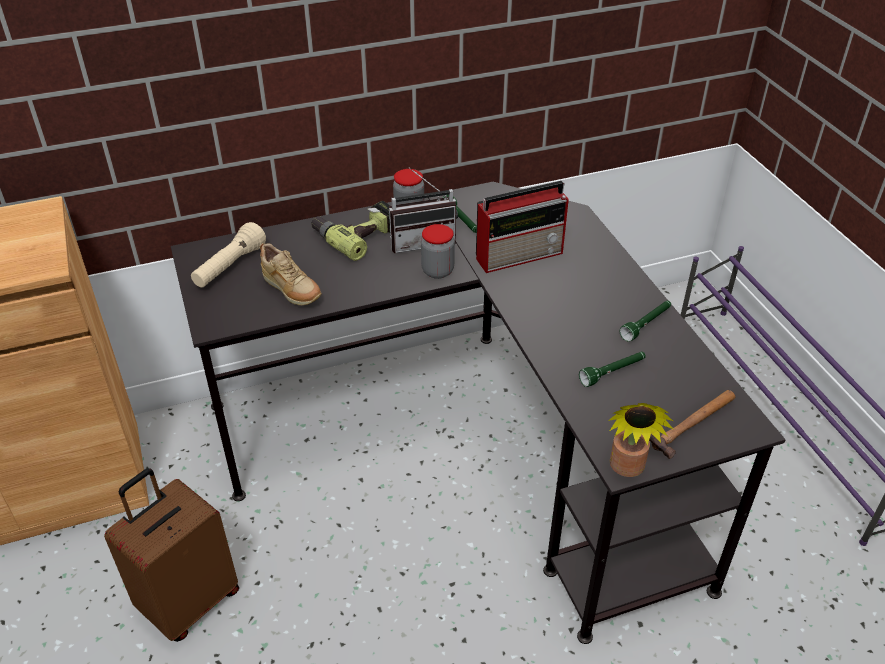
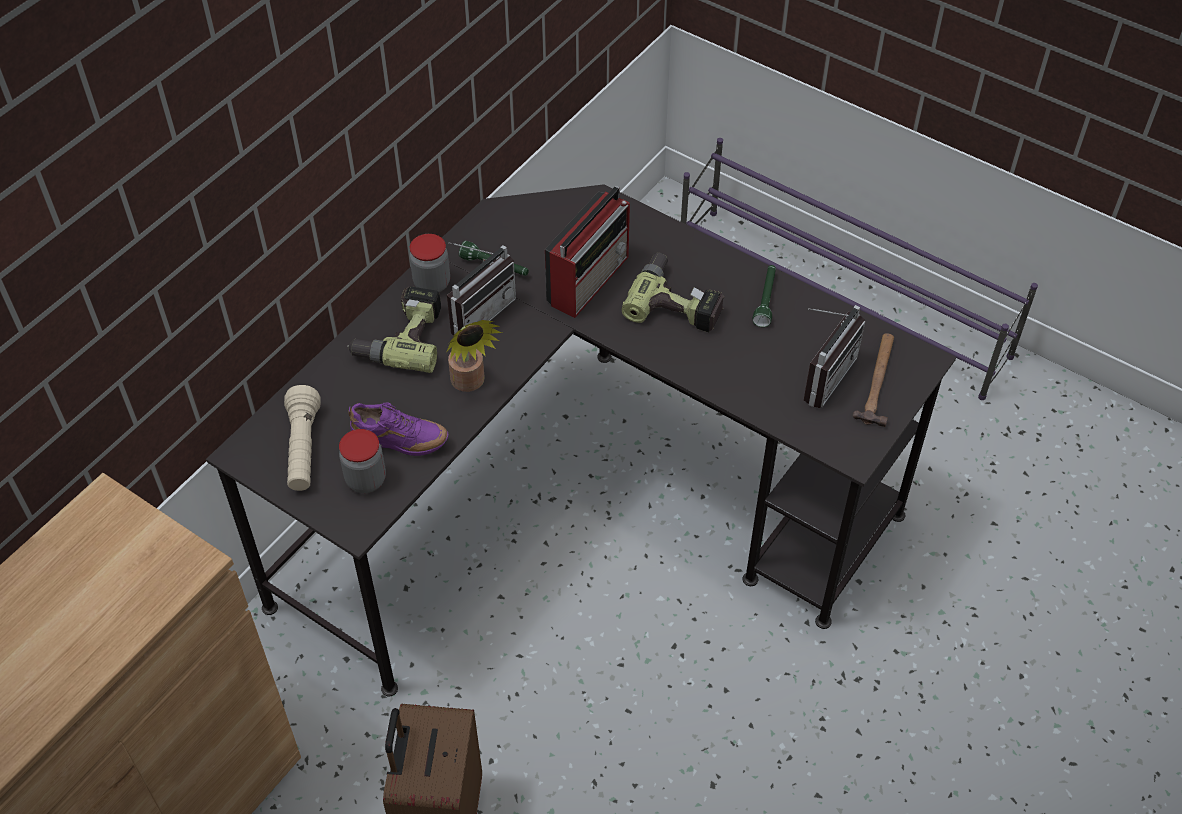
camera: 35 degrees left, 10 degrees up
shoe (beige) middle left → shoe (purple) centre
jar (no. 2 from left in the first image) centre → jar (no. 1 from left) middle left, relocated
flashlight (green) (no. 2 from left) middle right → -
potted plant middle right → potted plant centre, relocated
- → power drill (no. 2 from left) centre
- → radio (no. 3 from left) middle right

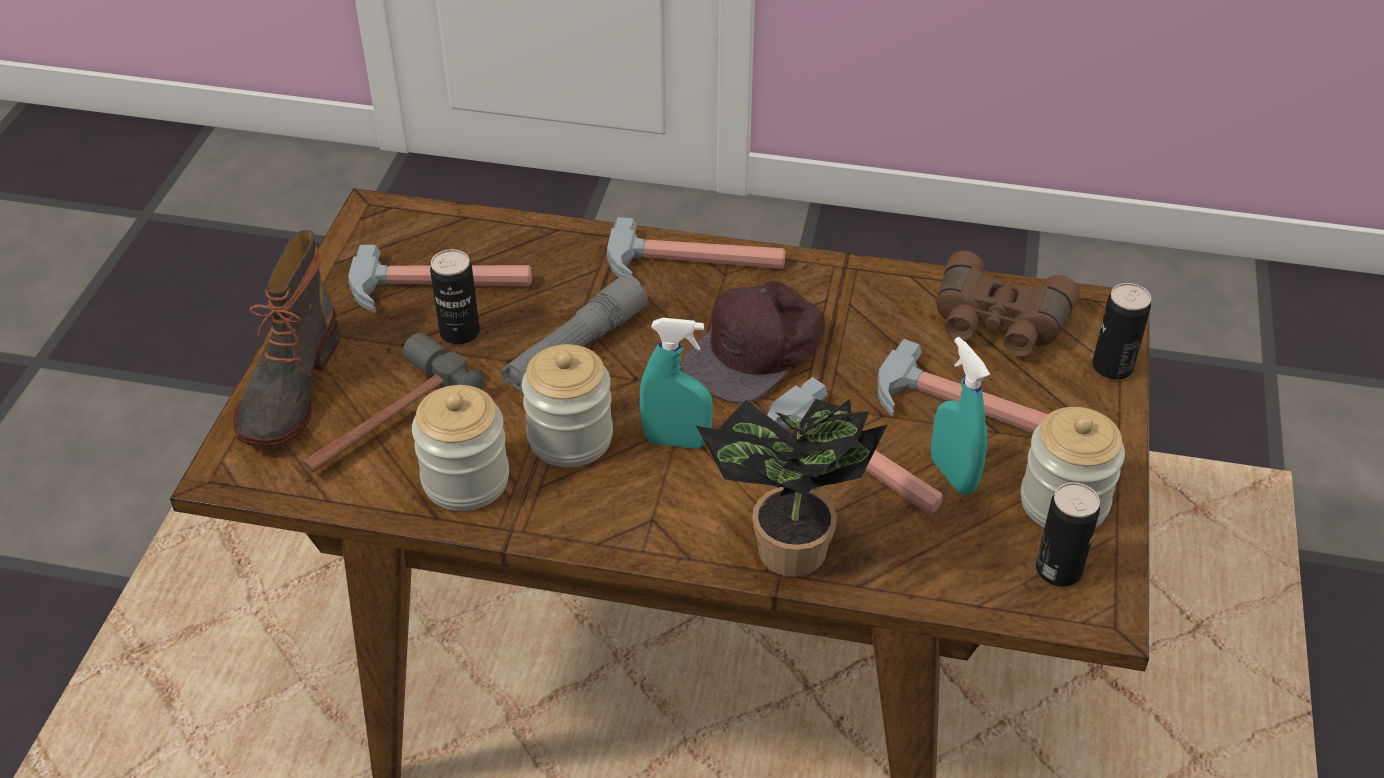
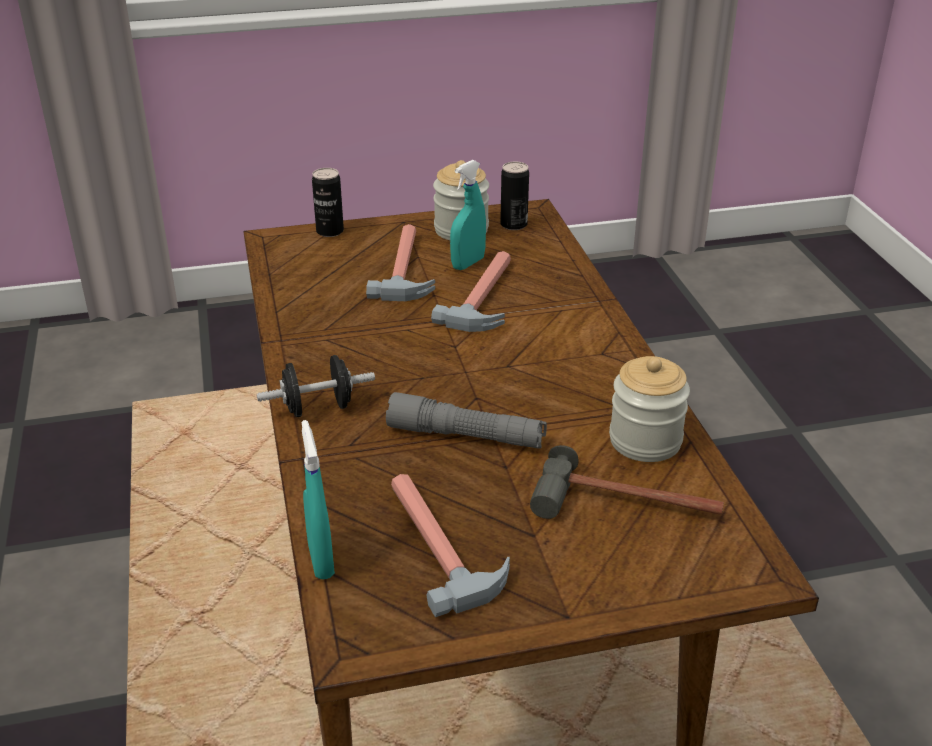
camera: 115 degrees left, 10 degrees down
boot middle left → -
can (no. 1 from left) middle left → -
jar (no. 2 from left) centre → -
hammer (no. 3 from left) top centre → dumbbell (black) centre
spray bottle (turquoise) (no. 1 from left) centre → spray bottle (turquoise) (no. 1 from left) bottom centre, relocated
cap (brown) centre → -
potted plant centre → -
binoculars (brown) middle right → -

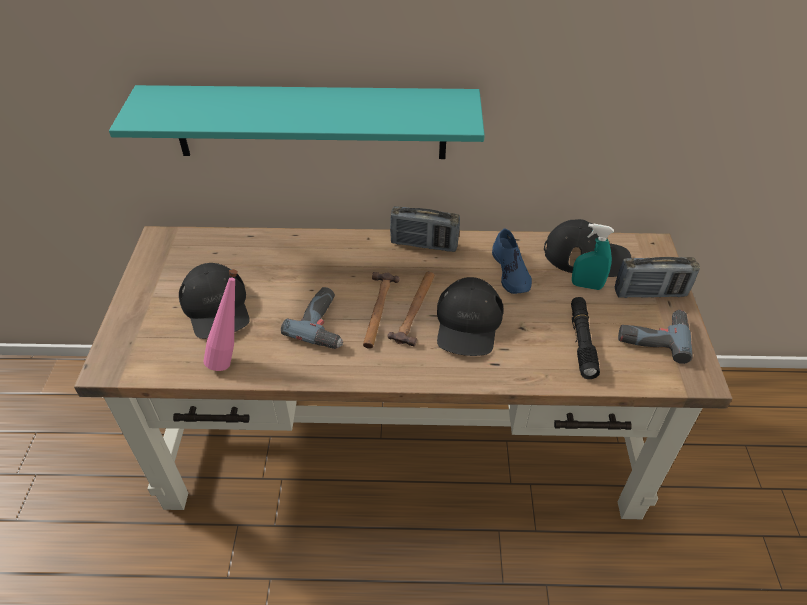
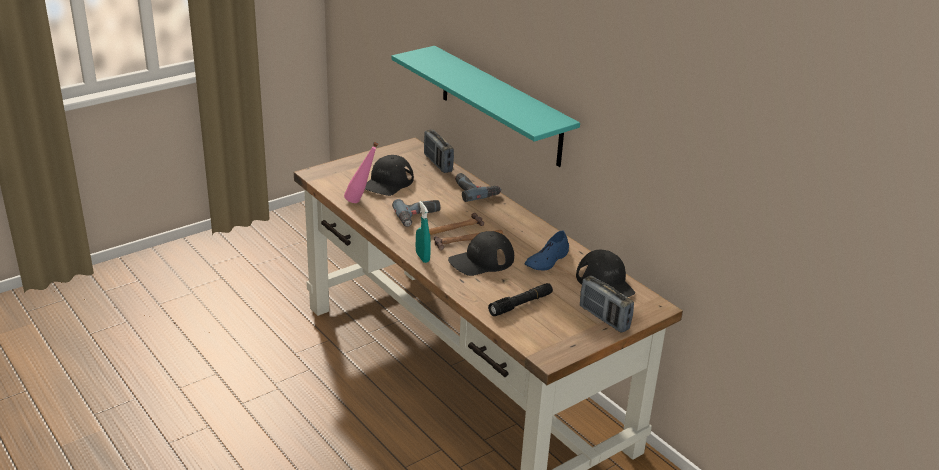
camera: 50 degrees right, 15 degrees down
radio (no. 1 from left) centre → radio (no. 1 from left) top centre, relocated
spray bottle (turquoise) middle right → spray bottle (turquoise) centre, relocated
power drill (no. 2 from left) middle right → power drill (no. 2 from left) centre, relocated

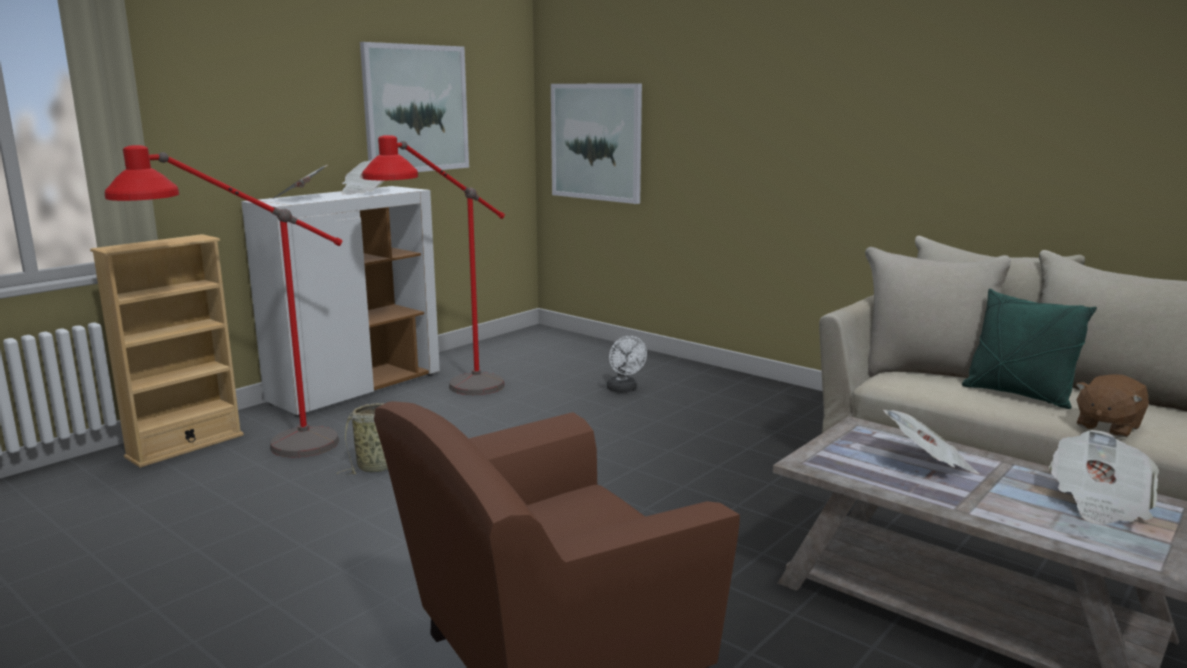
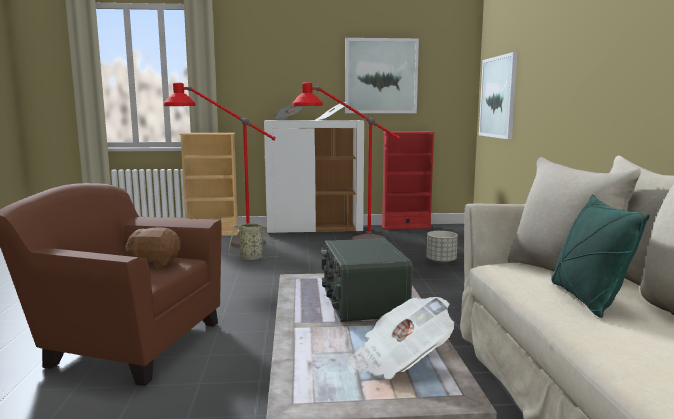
camera: 45 degrees right, 5 degrees down
fan (white) centre → planter (grey) centre
newspaper (no. 3 from left) middle right → radio bottom centre
plush toy (brown) middle right → plush toy (brown) middle left, relocated
- → bookcase (red) centre

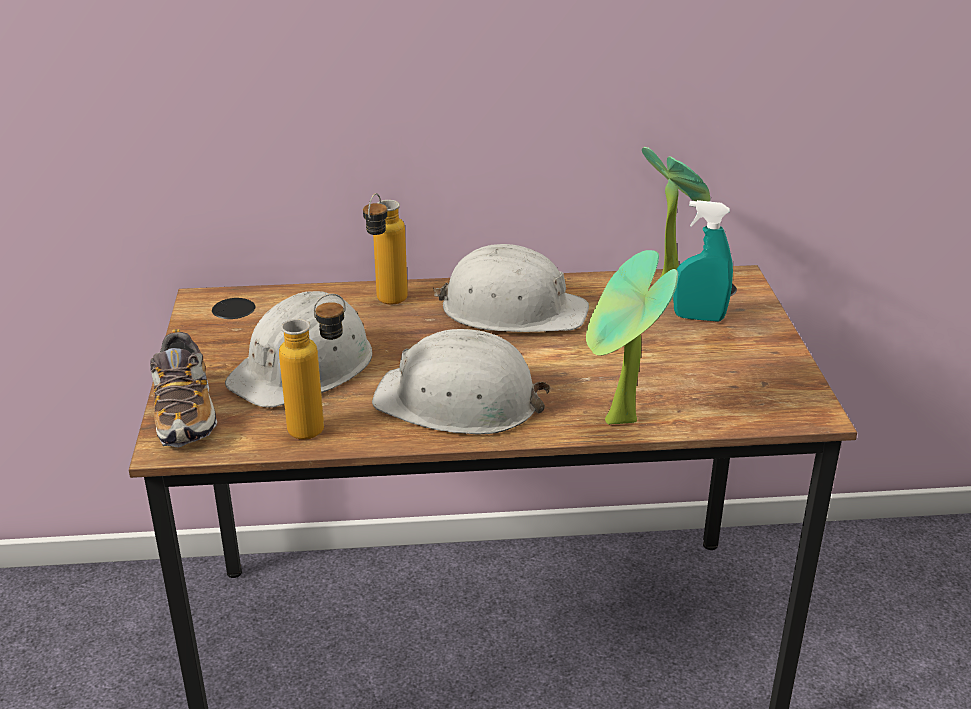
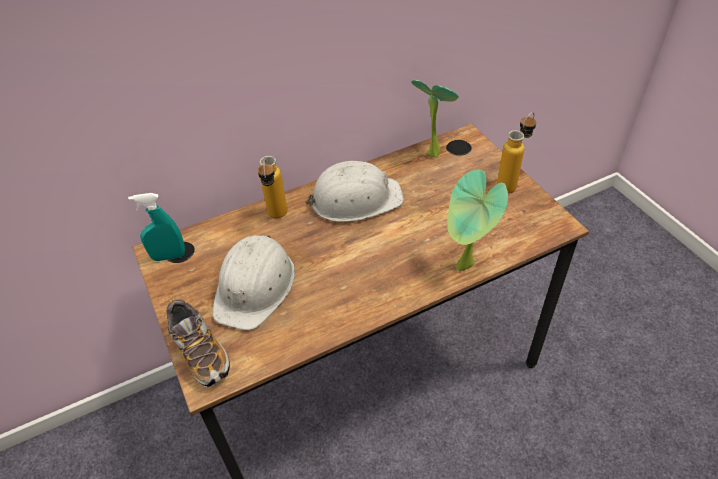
camera: 20 degrees left, 15 degrees up
bottle (no. 1 from left in the first image) middle left → bottle (no. 2 from left) top right, relocated
hard hat (white) (no. 2 from left) centre → -
spray bottle (turquoise) middle right → spray bottle (turquoise) middle left, relocated

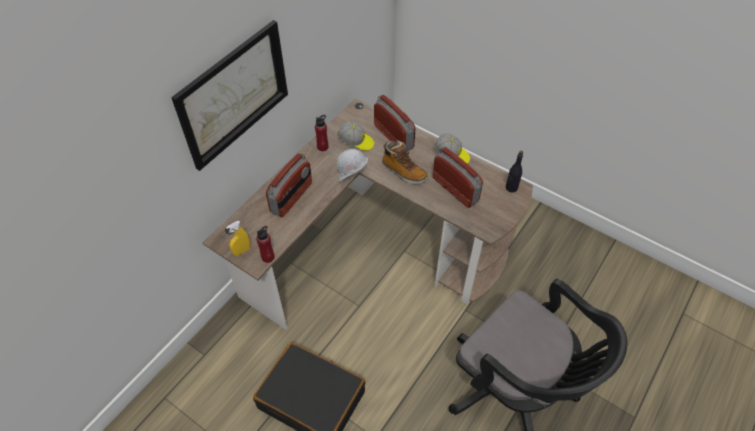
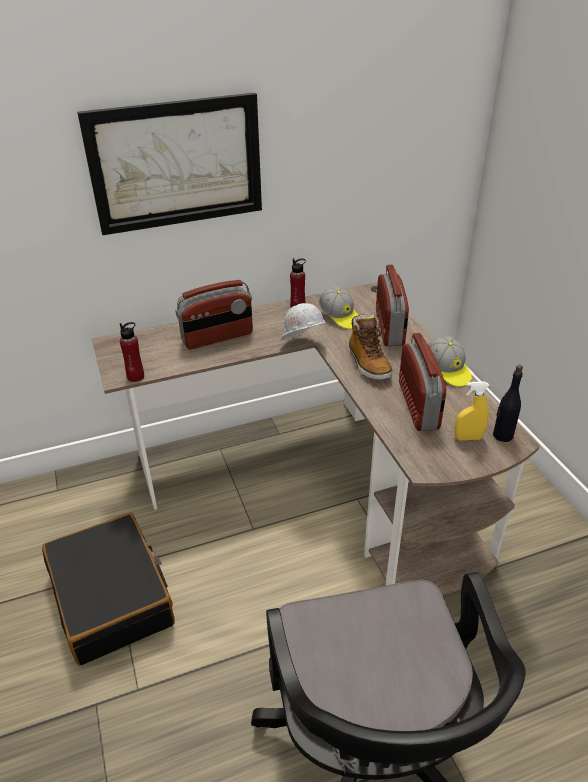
camera: 35 degrees right, 15 degrees down
spray bottle (yellow) middle left → spray bottle (yellow) middle right, relocated

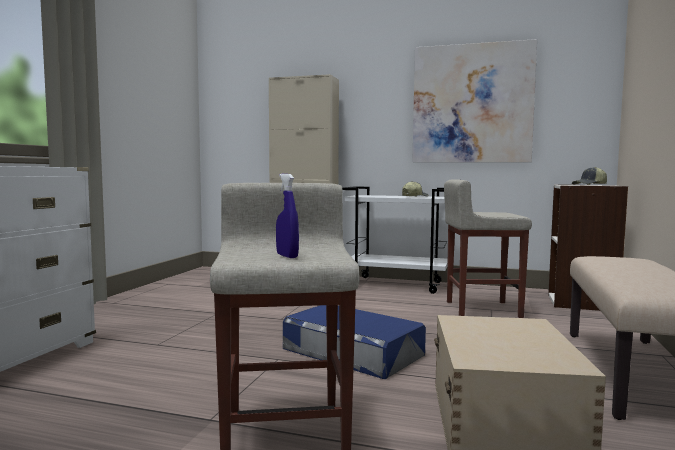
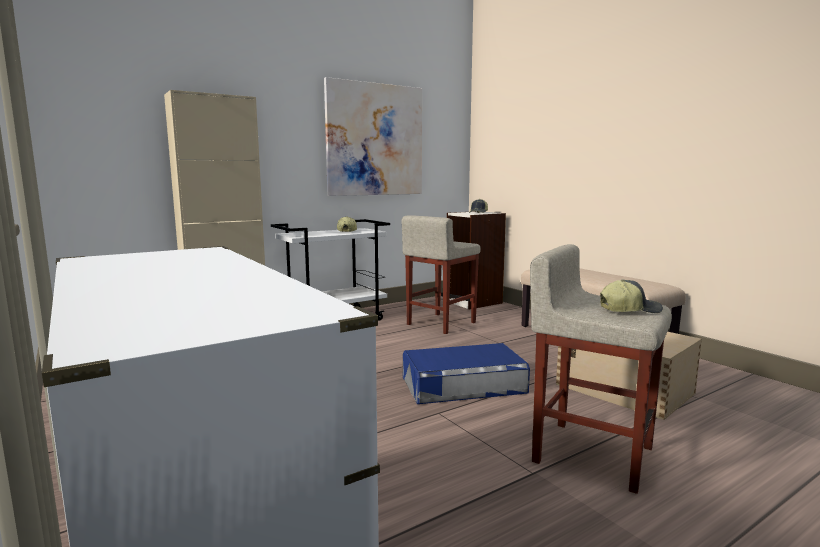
camera: 50 degrees left, 5 degrees up
spray bottle (blue) centre → cap (no. 3 from left) middle right

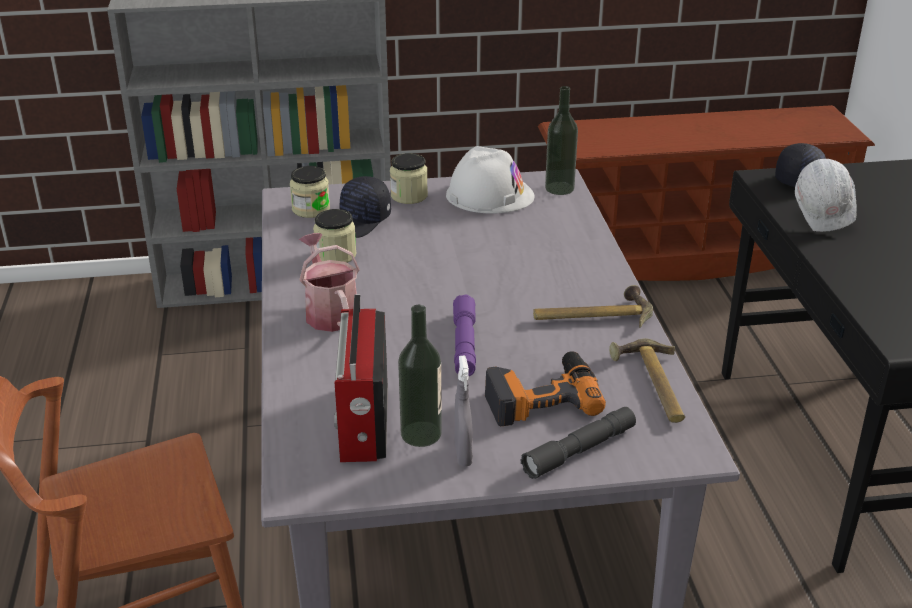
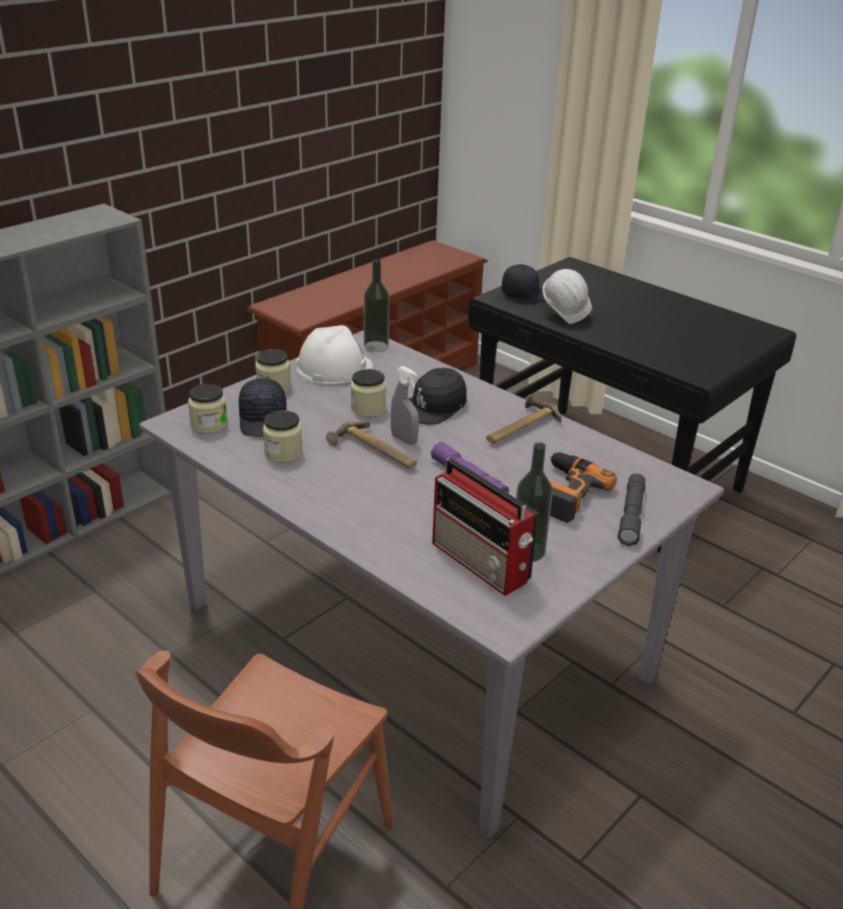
camera: 40 degrees left, 0 degrees up
watering can centre → -
spray bottle (grey) bottom centre → spray bottle (grey) centre, relocated
hammer (no. 2 from left in the first image) middle right → hammer (no. 1 from left) centre, relocated
- → jar (no. 4 from left) centre
- → cap (black) (no. 2 from left) centre

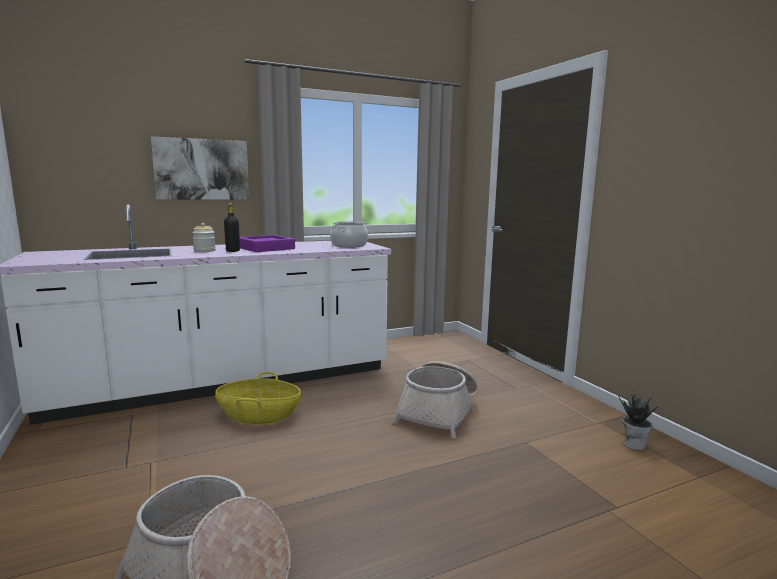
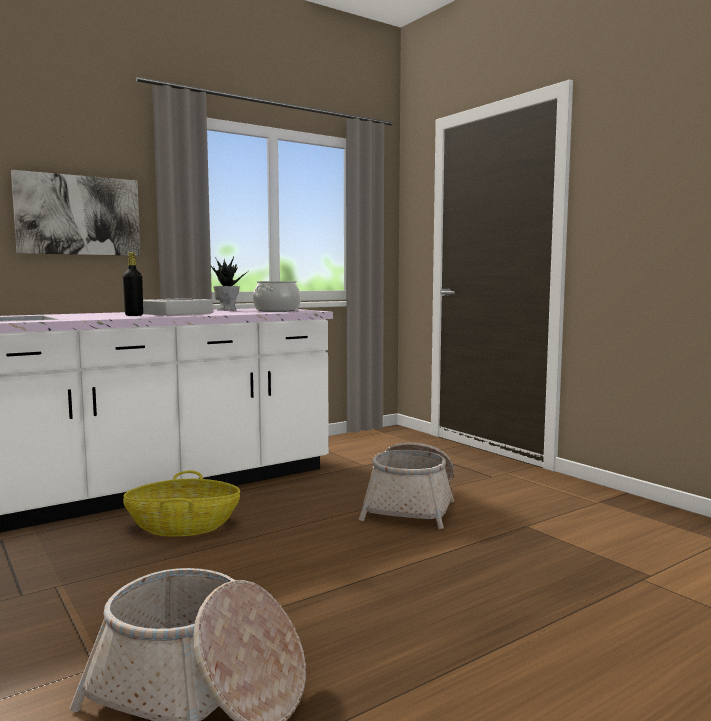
camera: 10 degrees left, 5 degrees down
jar middle left → -
tray (purple) centre → tray (grey) middle left
potted plant bottom right → potted plant middle left, relocated

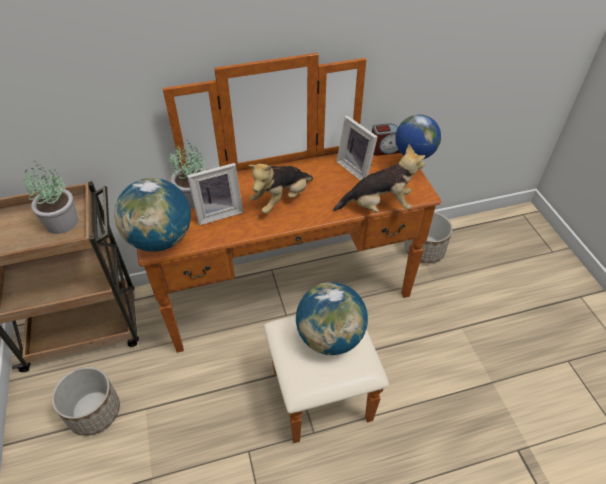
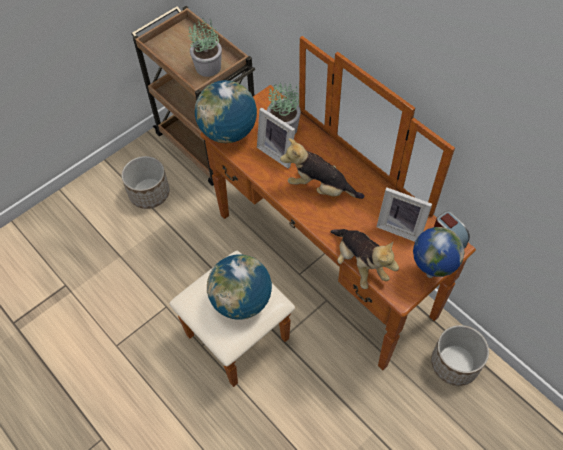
camera: 65 degrees right, 10 degrees up
picture frame (no. 2 from left) top centre → picture frame (no. 2 from left) middle right, 90 degrees counterclockwise

